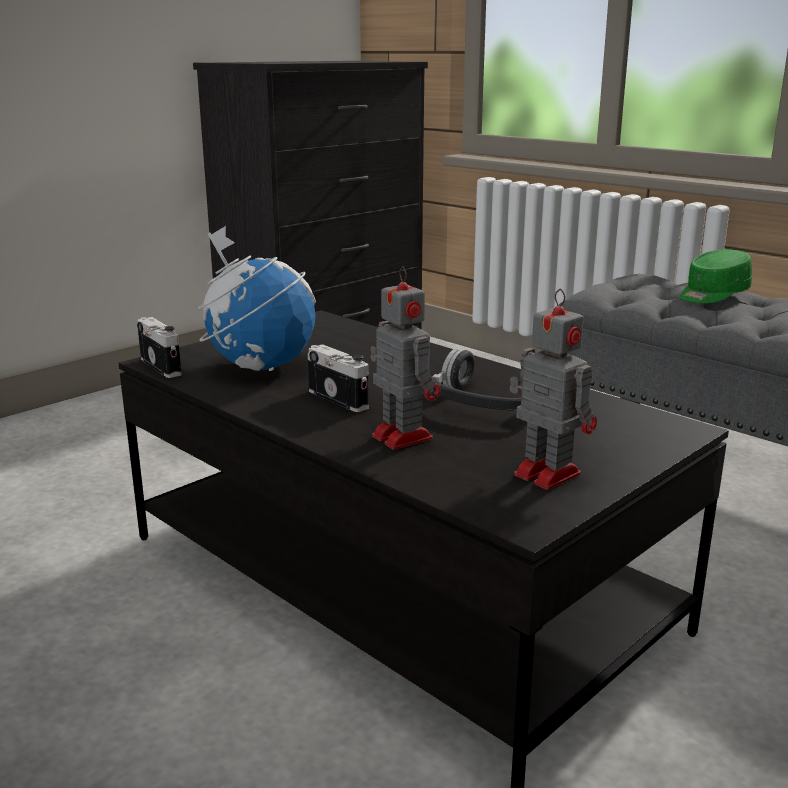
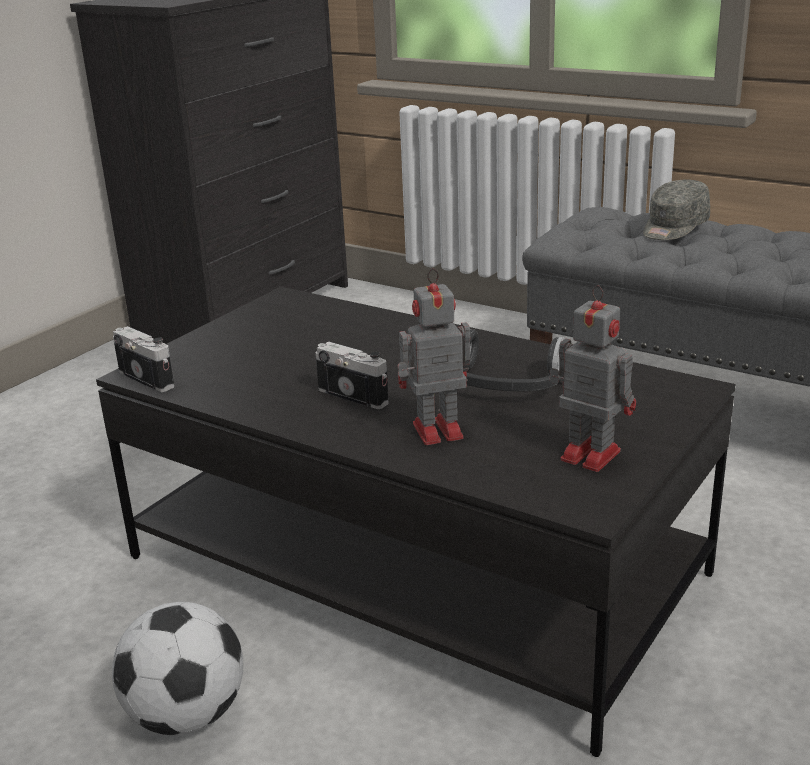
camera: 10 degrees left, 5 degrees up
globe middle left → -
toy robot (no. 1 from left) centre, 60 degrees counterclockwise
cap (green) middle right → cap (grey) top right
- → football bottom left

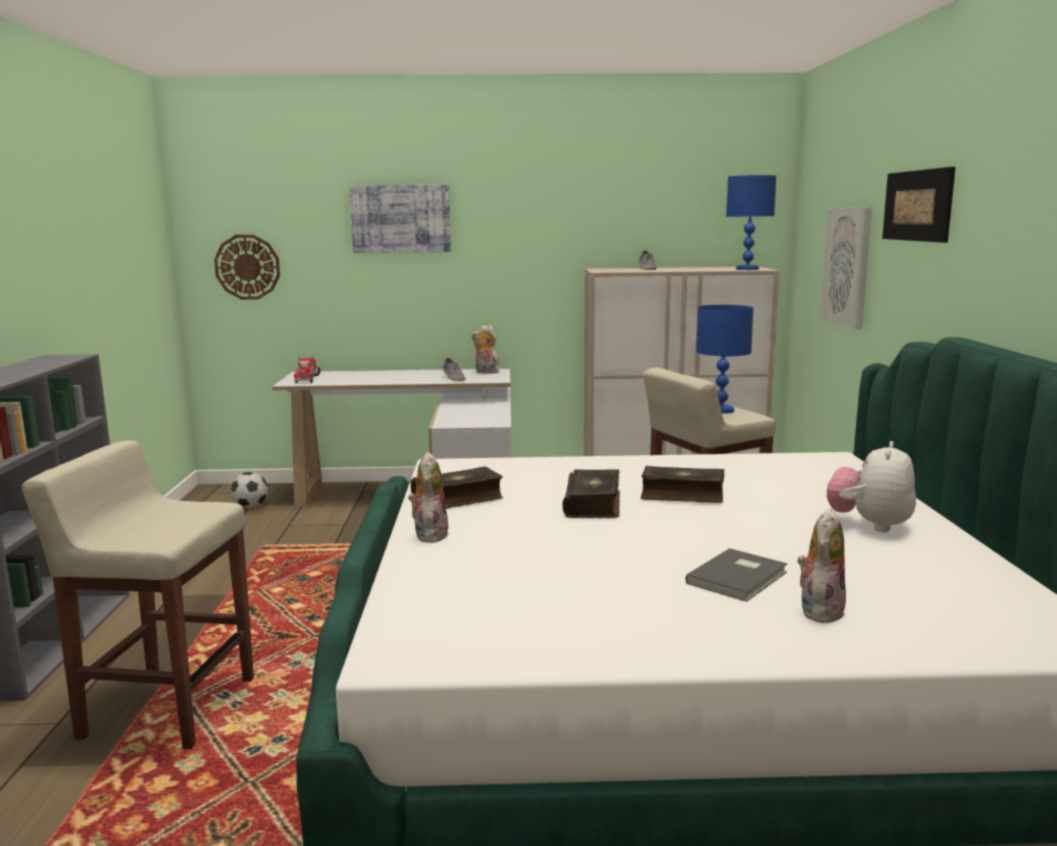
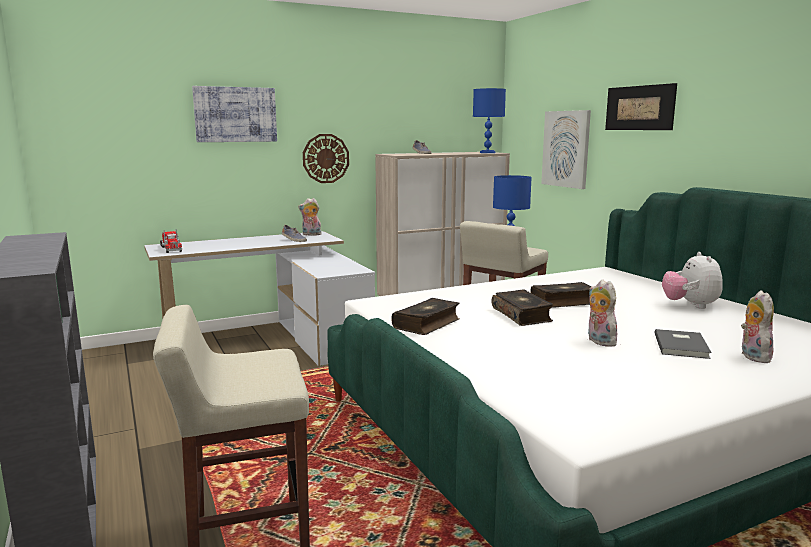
camera: 25 degrees left, 0 degrees up
wall clock top left → wall clock top centre, relocated
football middle left → -
plush toy (no. 1 from left in the first image) centre → plush toy (no. 2 from left) middle right, relocated

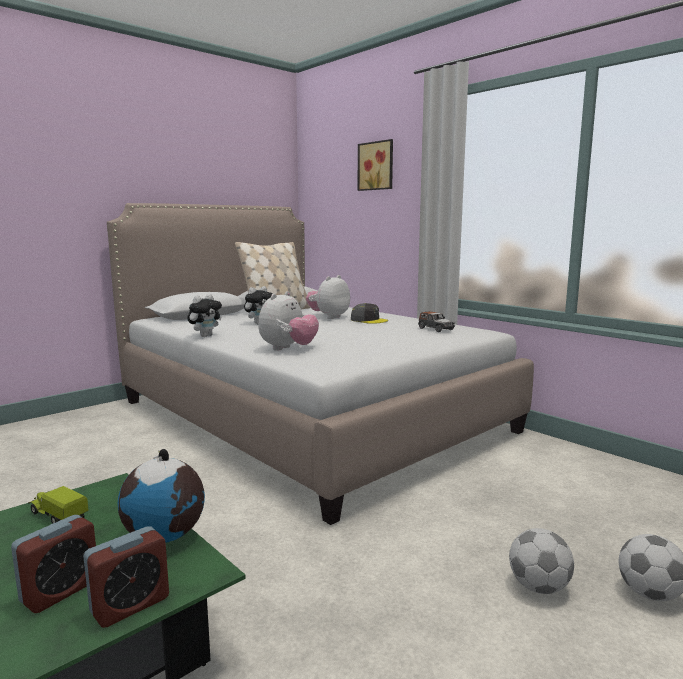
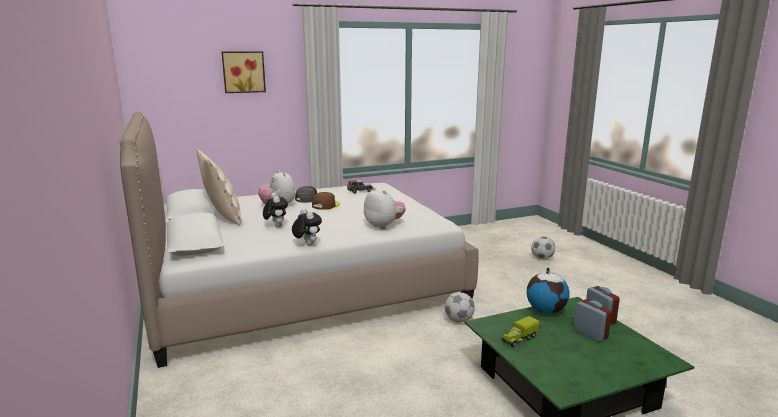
camera: 70 degrees left, 5 degrees up
football (no. 1 from left) bottom right → football (no. 1 from left) bottom centre, relocated
- → cap (brown) centre

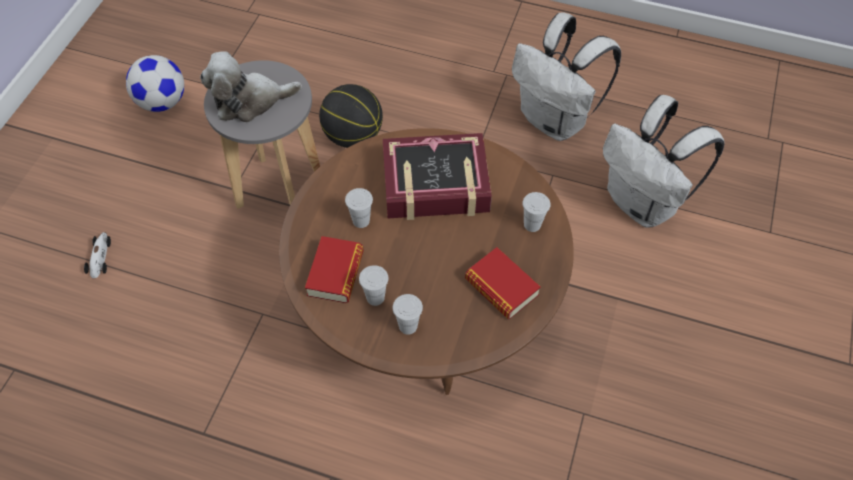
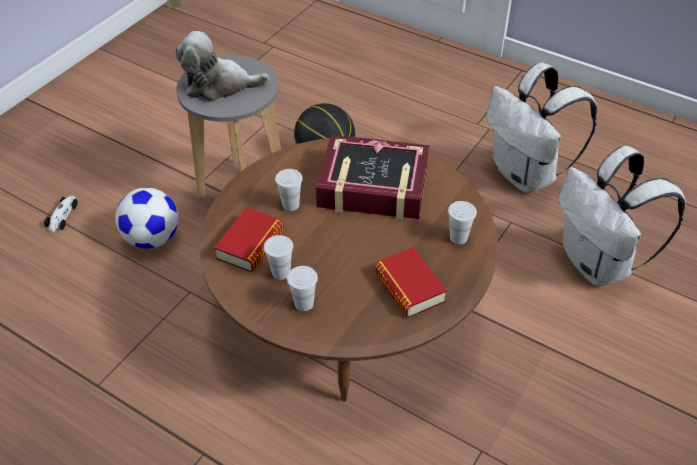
camera: 15 degrees right, 10 degrees down
football top left → football middle left, relocated

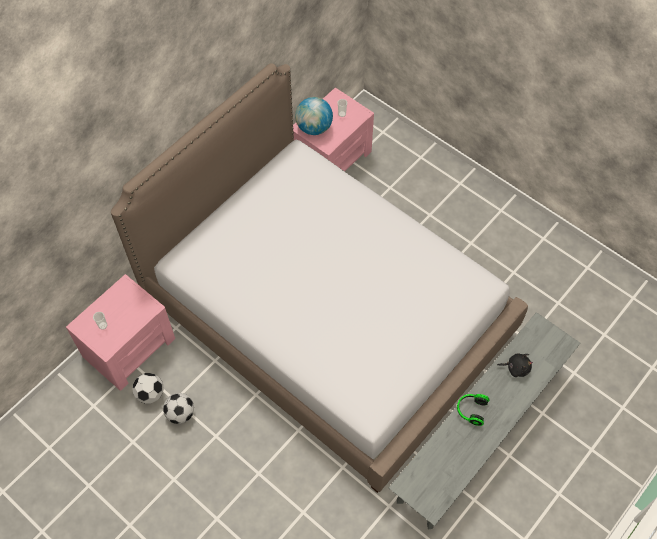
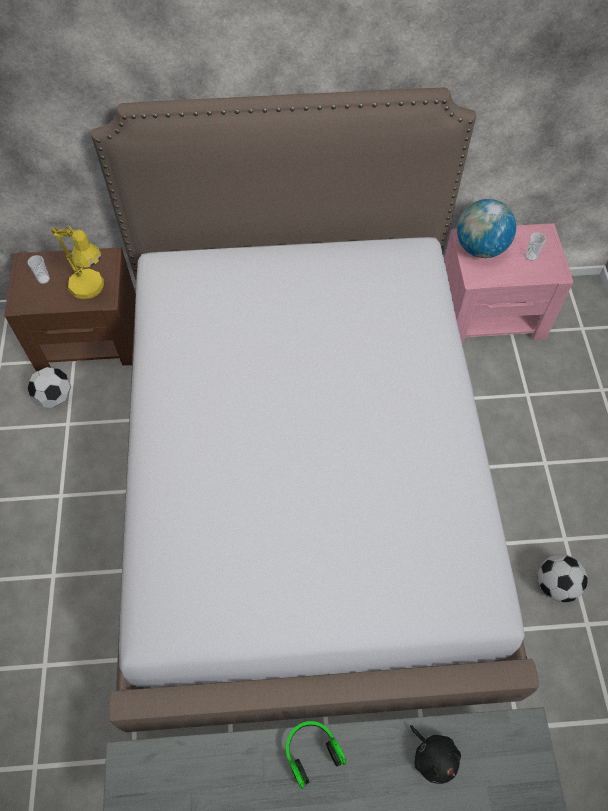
camera: 45 degrees right, 0 degrees up
nightstand (pink) (no. 1 from left) middle left → nightstand (brown) middle left
football (no. 2 from left) bottom left → football (no. 2 from left) bottom right, relocated
- → table lamp (yellow) top left

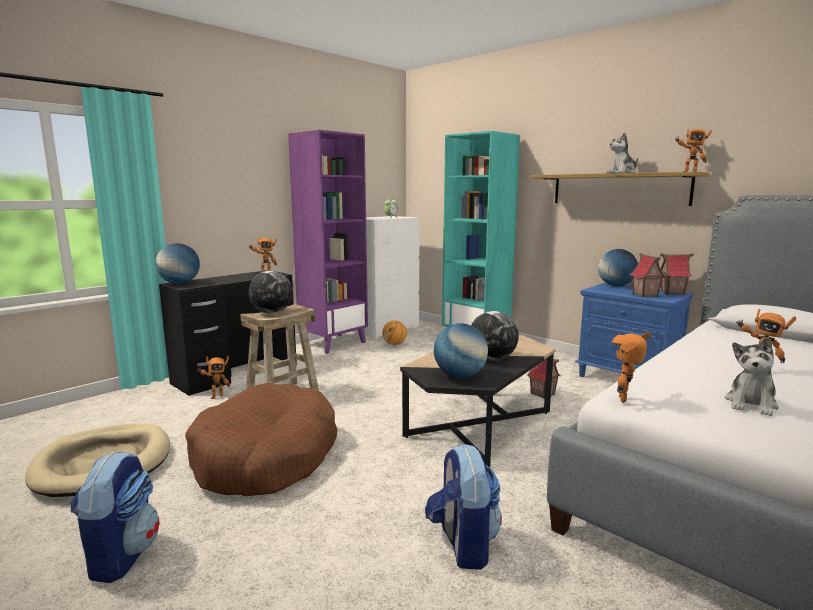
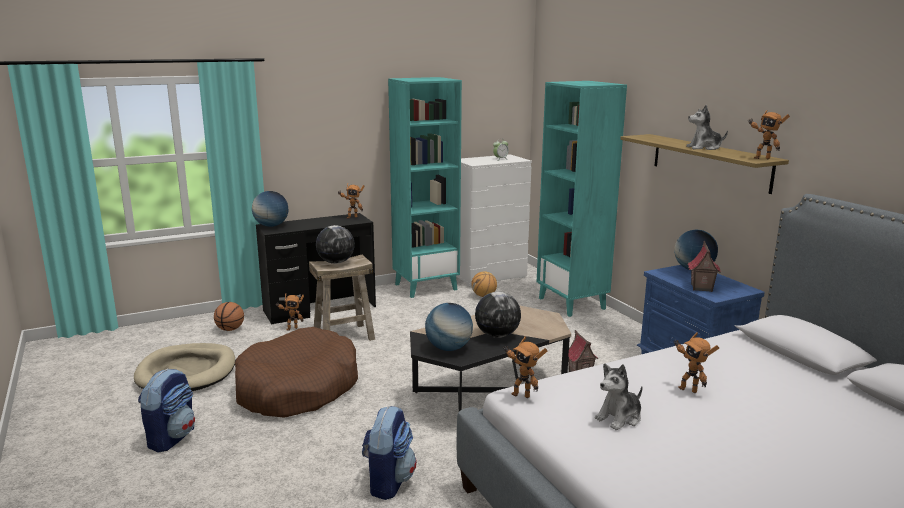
camera: 20 degrees right, 5 degrees up
bookcase (purple) centre → bookcase (turquoise) (no. 1 from left) centre
toy robot (no. 3 from left) middle right → toy robot (no. 3 from left) bottom centre, 105 degrees counterclockwise
toy house (no. 3 from left) middle right → -
- → basketball (no. 1 from left) middle left

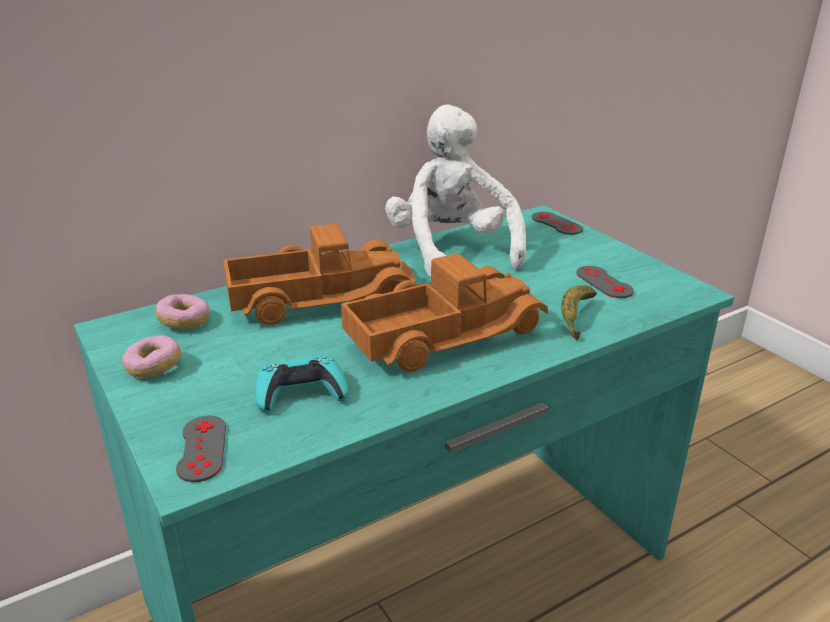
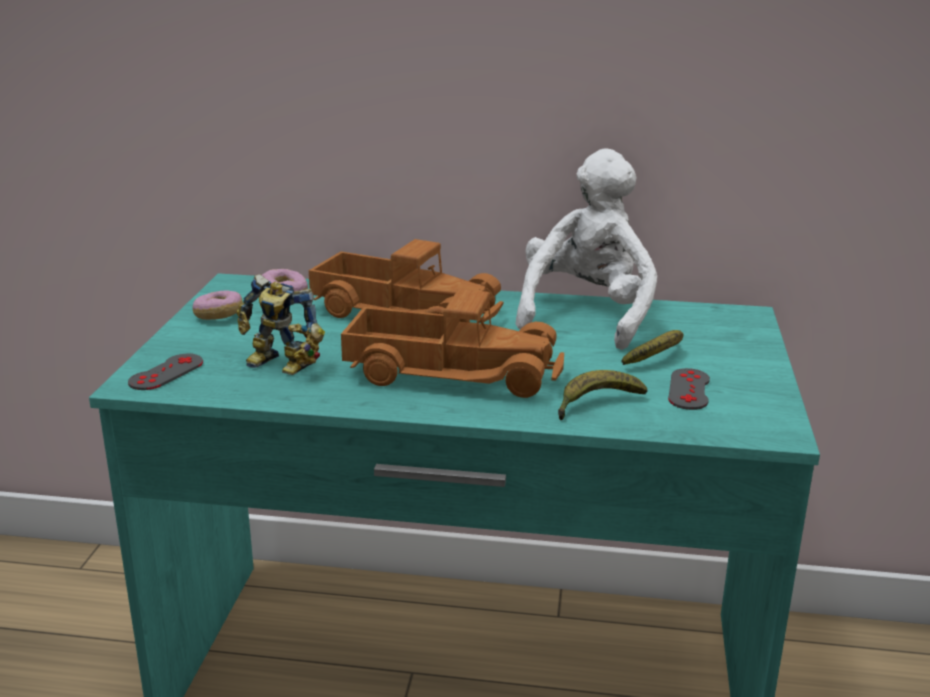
camera: 40 degrees right, 5 degrees down
game controller (turquoise) centre → toy robot middle left
game controller (grey) (no. 2 from left) middle right → -
- → banana (no. 2 from left) middle right

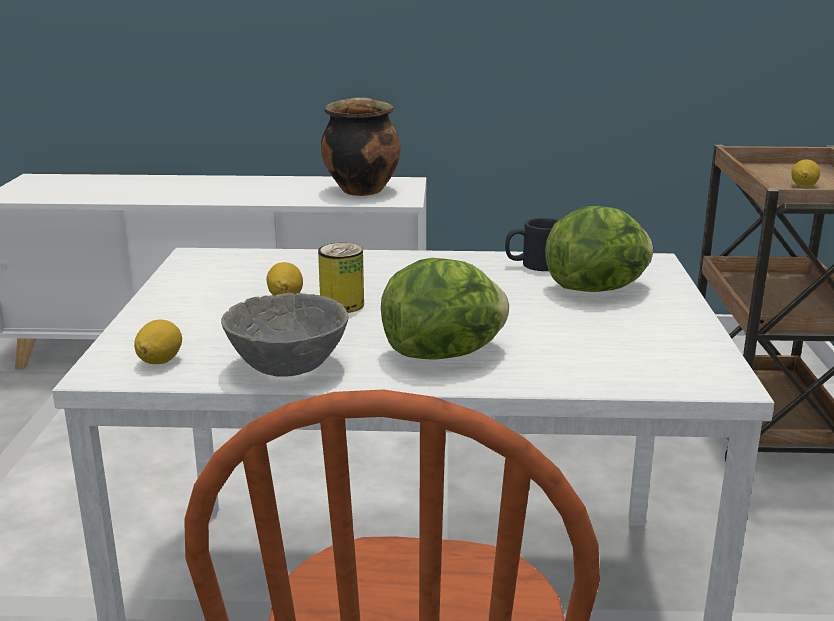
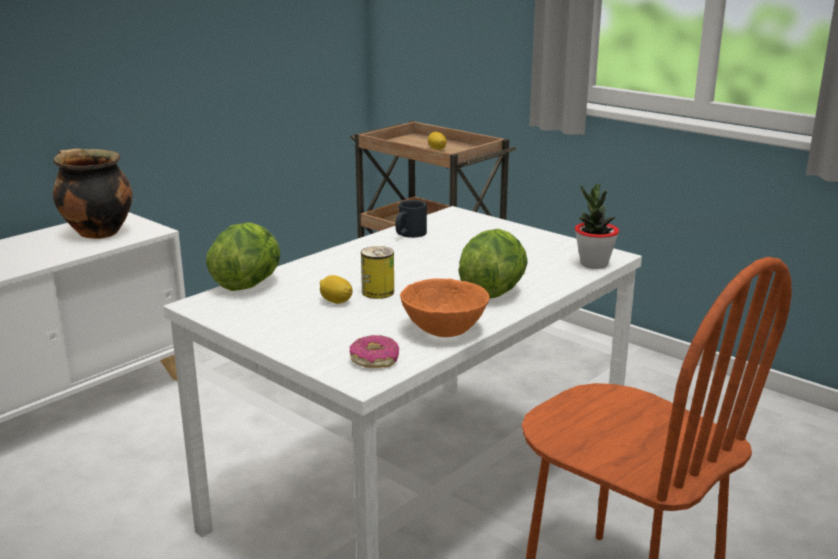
camera: 50 degrees left, 0 degrees up
lemon (no. 1 from left) middle left → donut centre
bowl (grey) centre → bowl (orange) centre
lettuce (no. 2 from left in the first image) middle right → lettuce (no. 1 from left) middle left, relocated
- → potted plant middle right

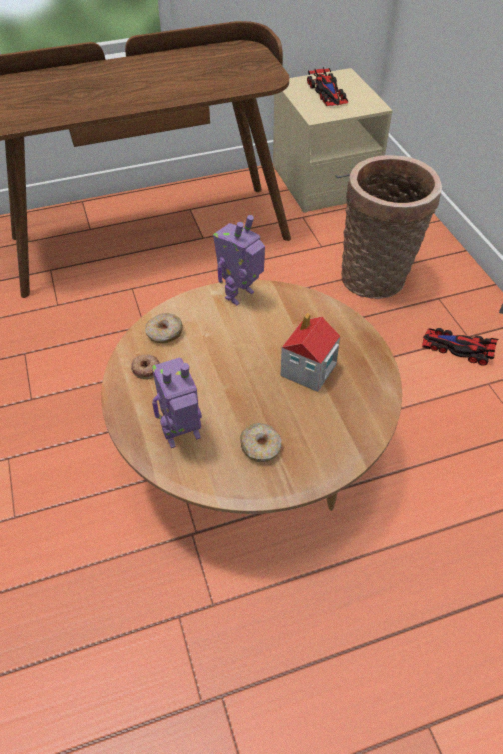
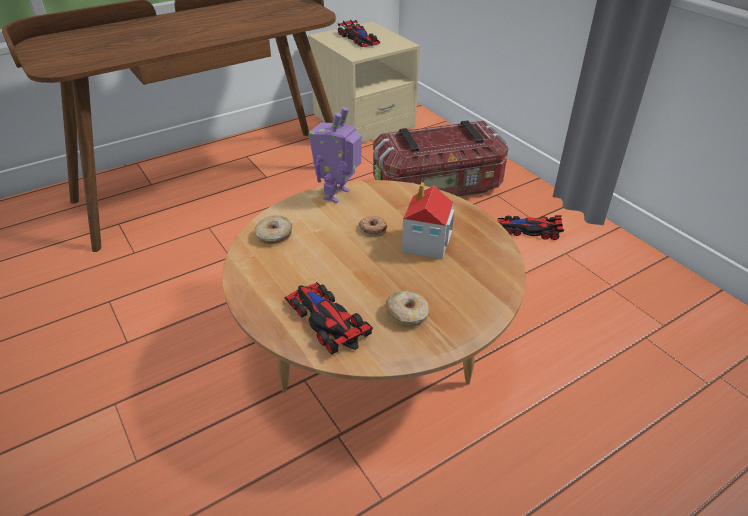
camera: 15 degrees left, 10 degrees down
donut (no. 1 from left in the first image) middle left → donut (no. 2 from left) centre, relocated
toy robot (no. 1 from left) centre → toy car (no. 1 from left) centre
basket top right → storage box top centre

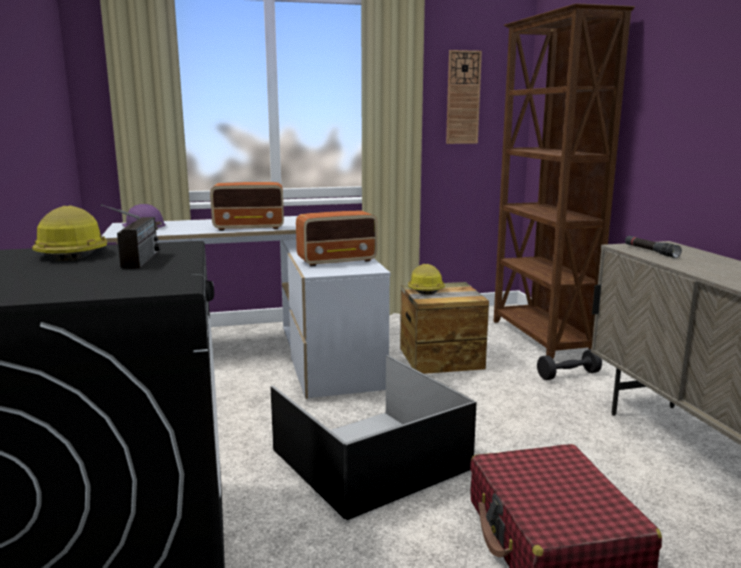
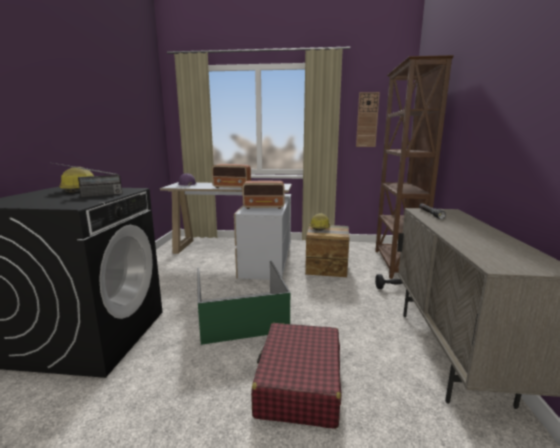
camera: 20 degrees right, 0 degrees up
radio (no. 1 from left) middle left, 45 degrees clockwise
storage box (black) bottom centre → storage box (green) bottom centre

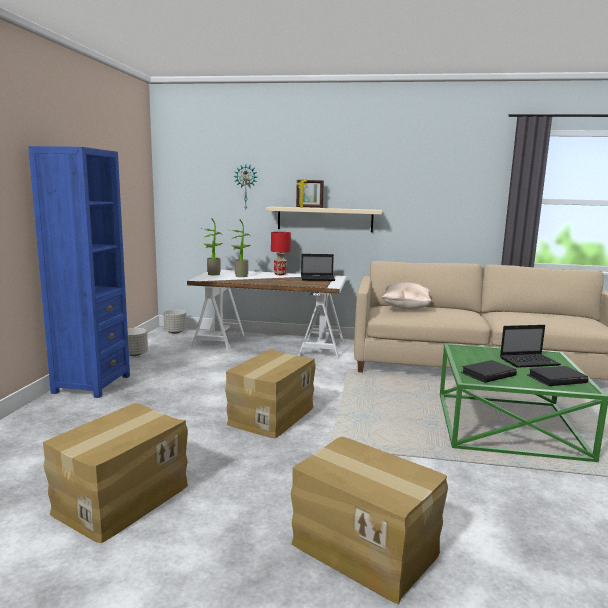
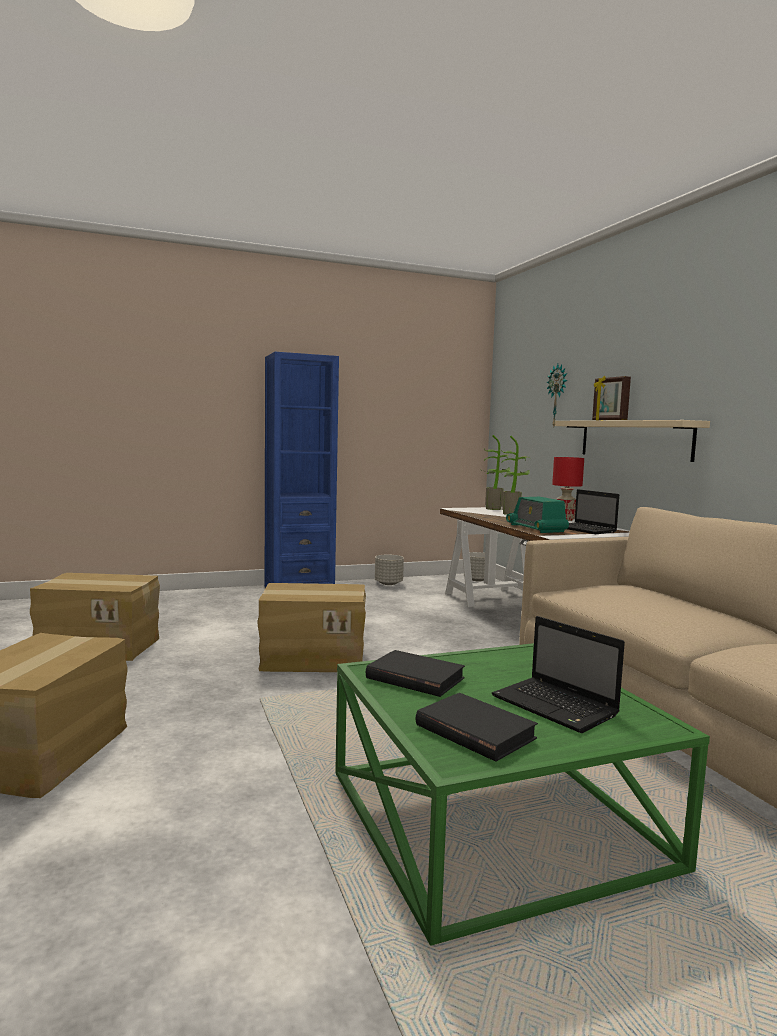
camera: 60 degrees right, 5 degrees down
pillow (beige) middle right → -
- → radio middle right

